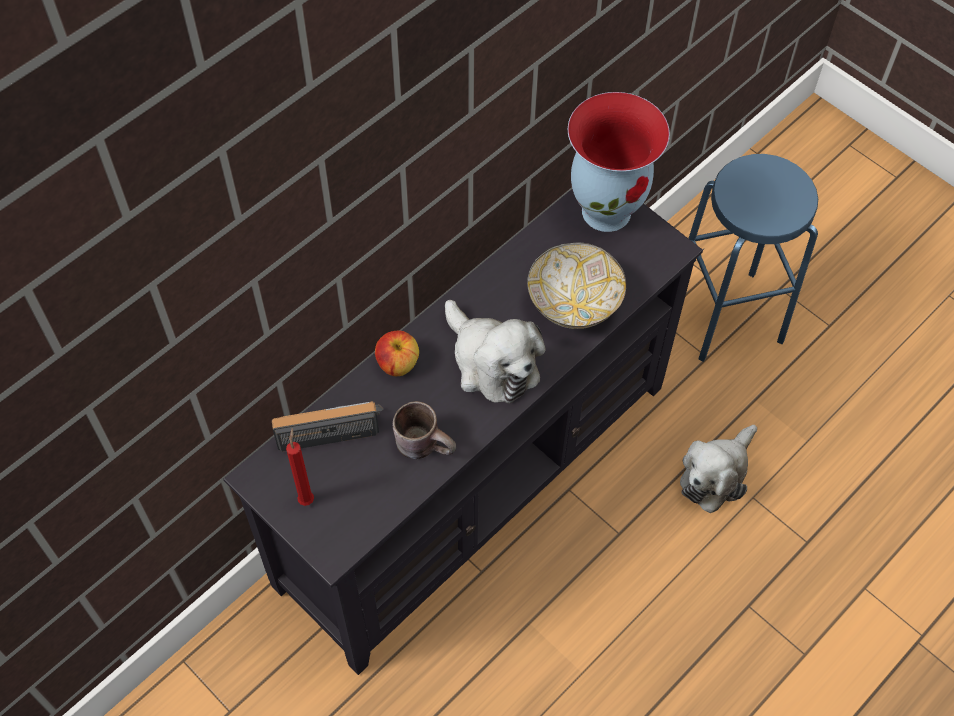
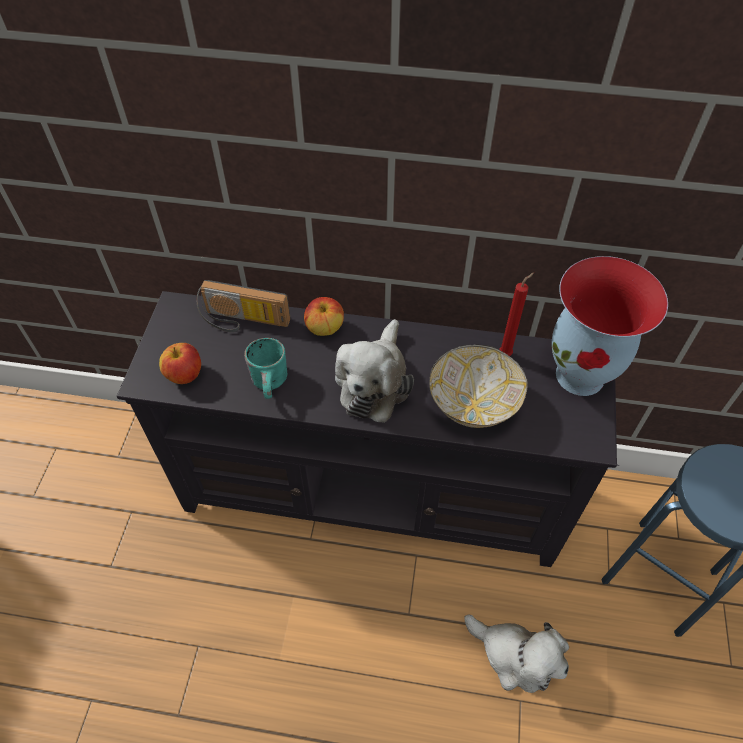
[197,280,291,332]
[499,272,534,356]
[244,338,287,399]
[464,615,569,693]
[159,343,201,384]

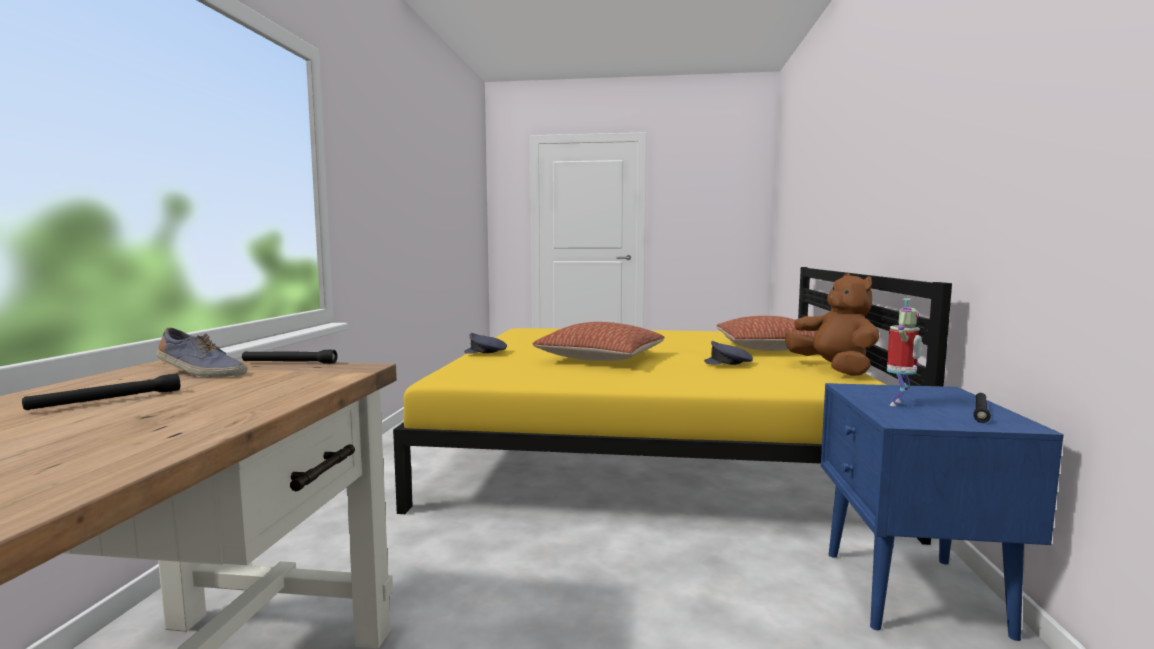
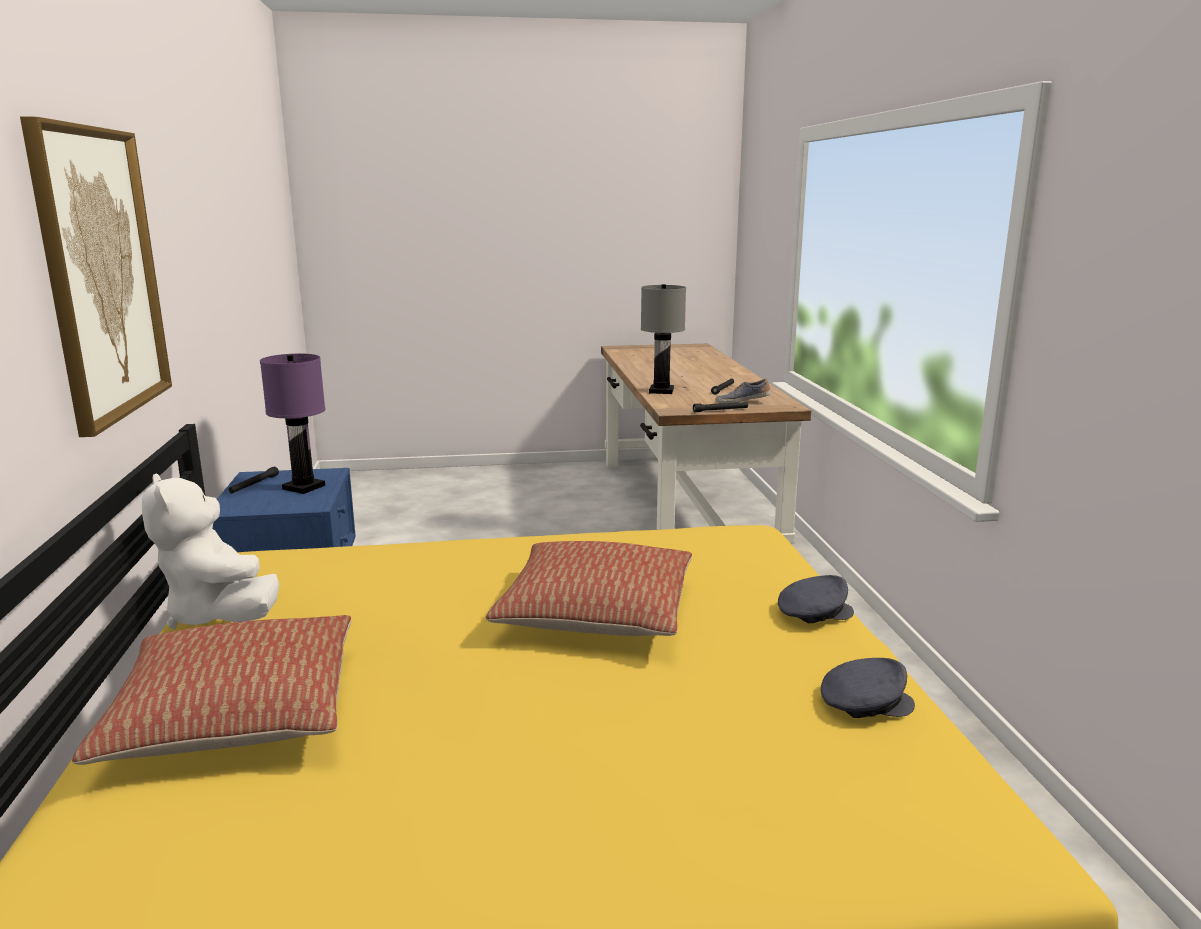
[821,658,915,718]
[142,473,279,629]
[260,354,325,494]
[20,116,172,437]
[641,284,686,394]

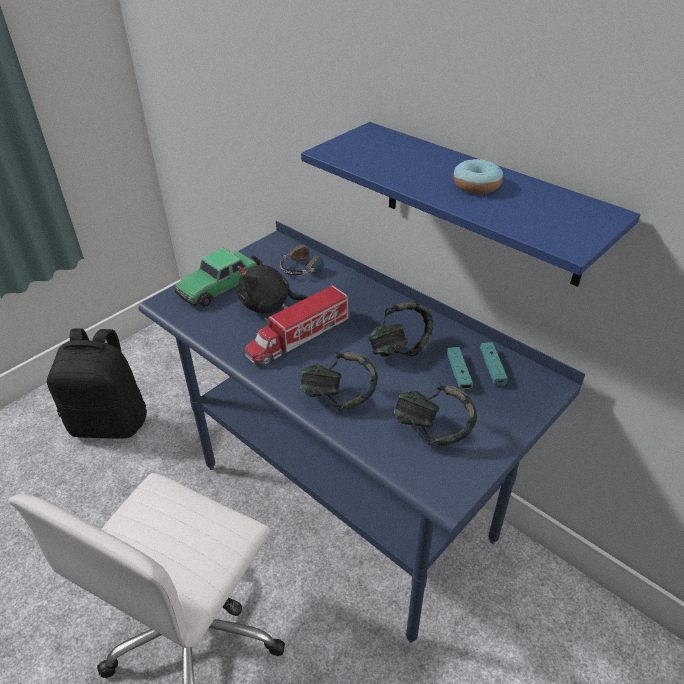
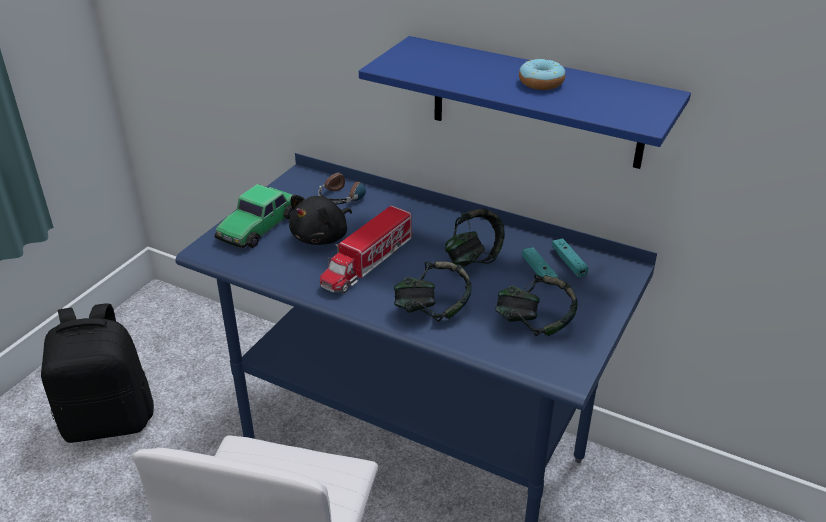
[289,195,352,245]

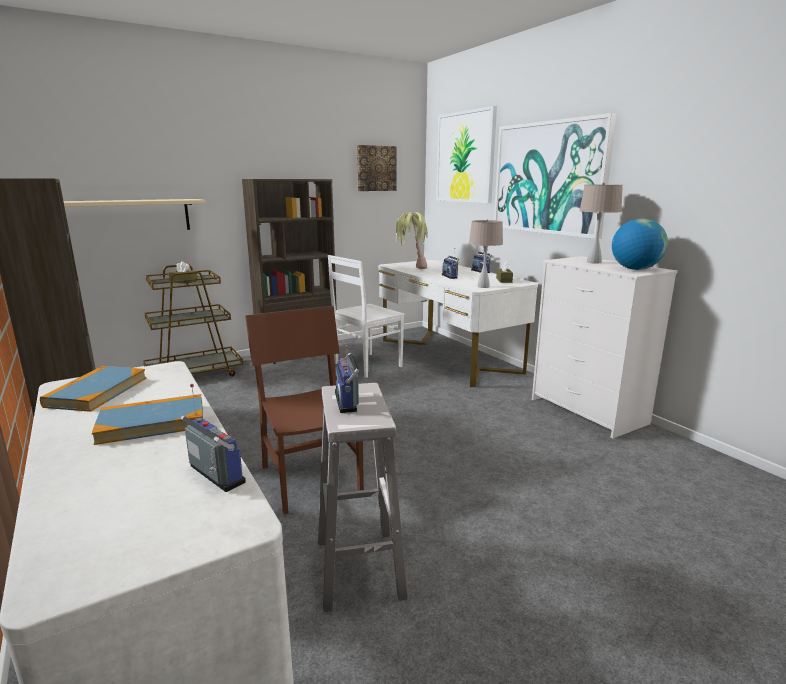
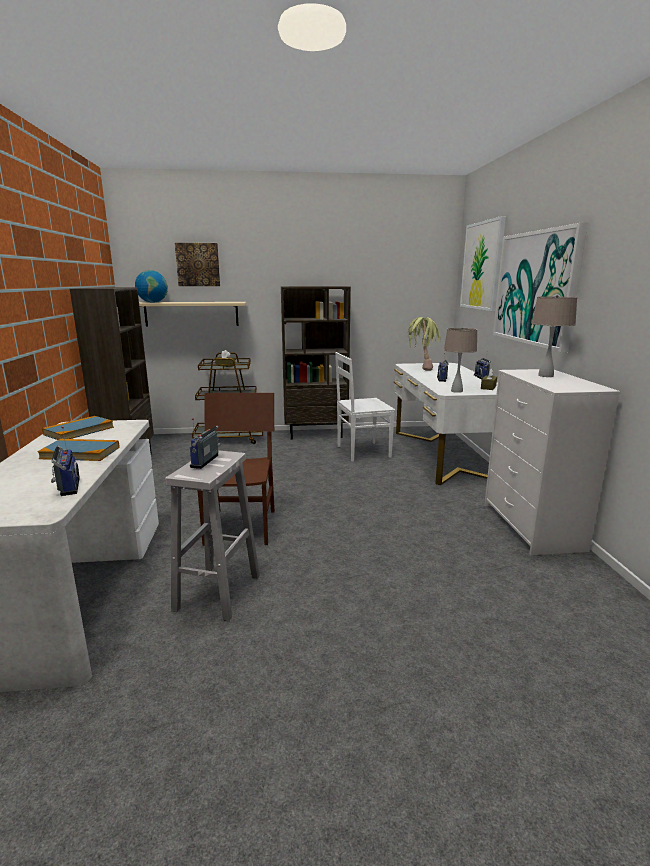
[175,243,220,286]
[135,270,168,303]

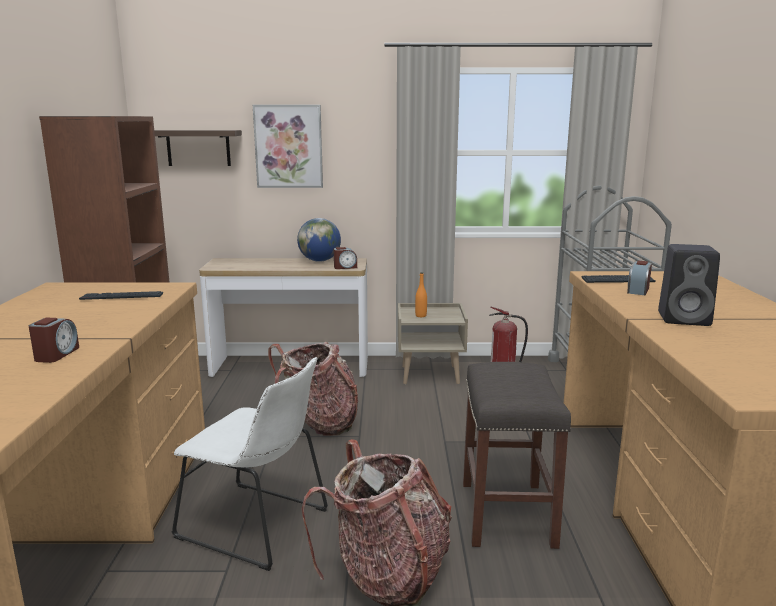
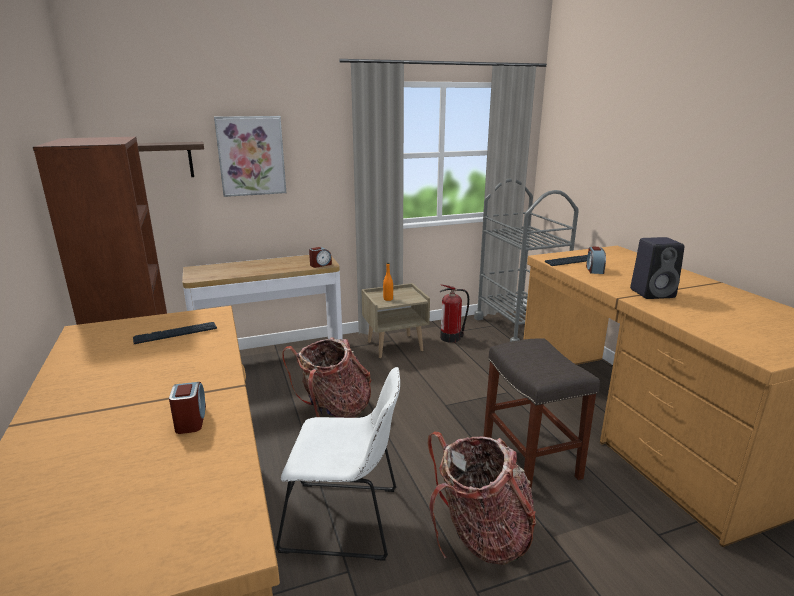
[297,218,341,262] (first image)

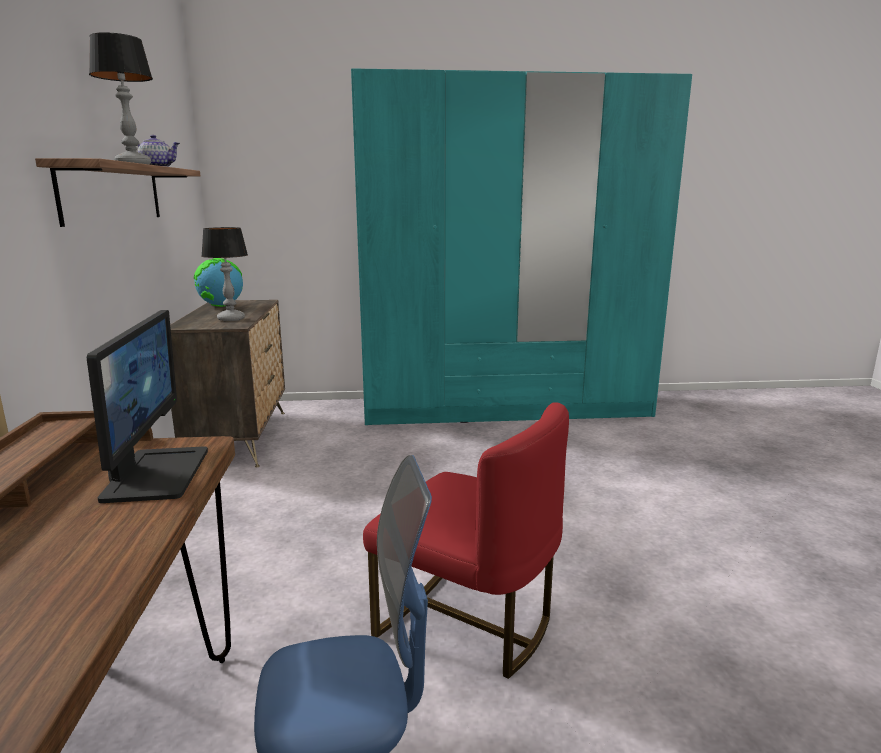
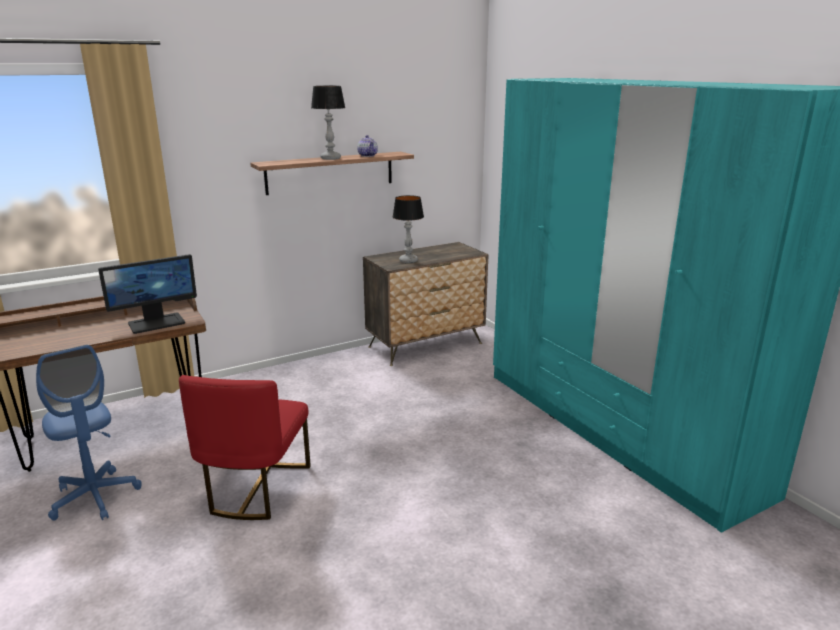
[194,258,243,307] (first image)

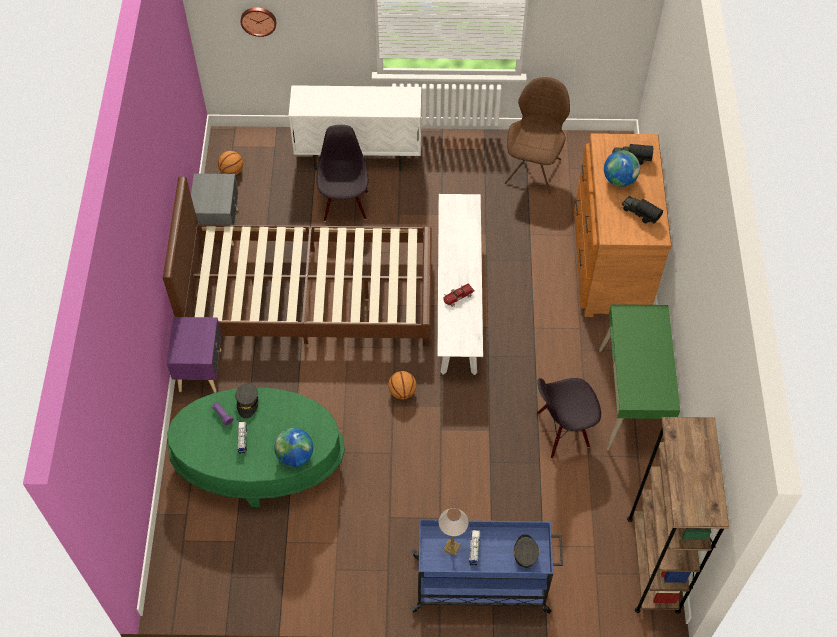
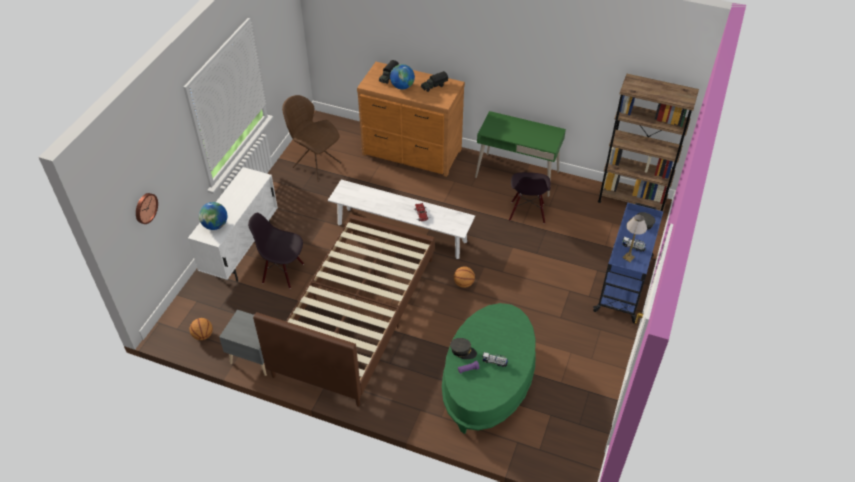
[166,317,222,393] (first image)
[199,202,227,230]

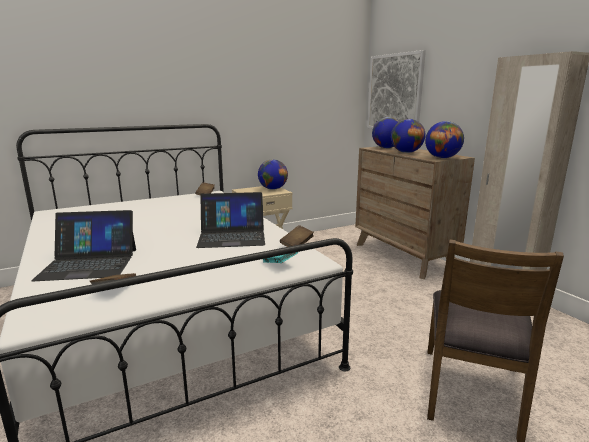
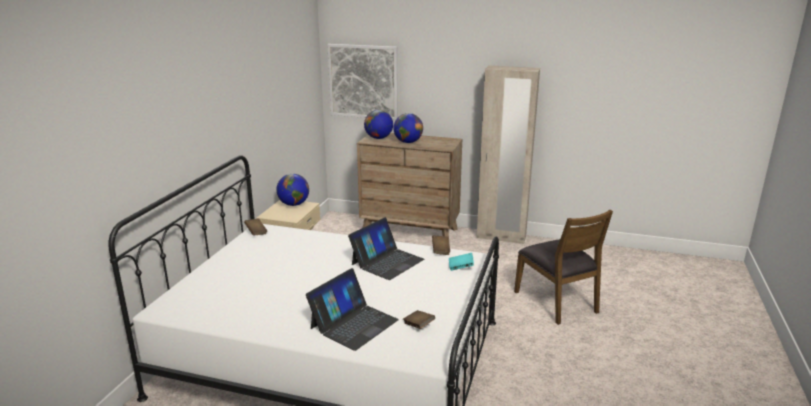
[425,121,464,158] (first image)

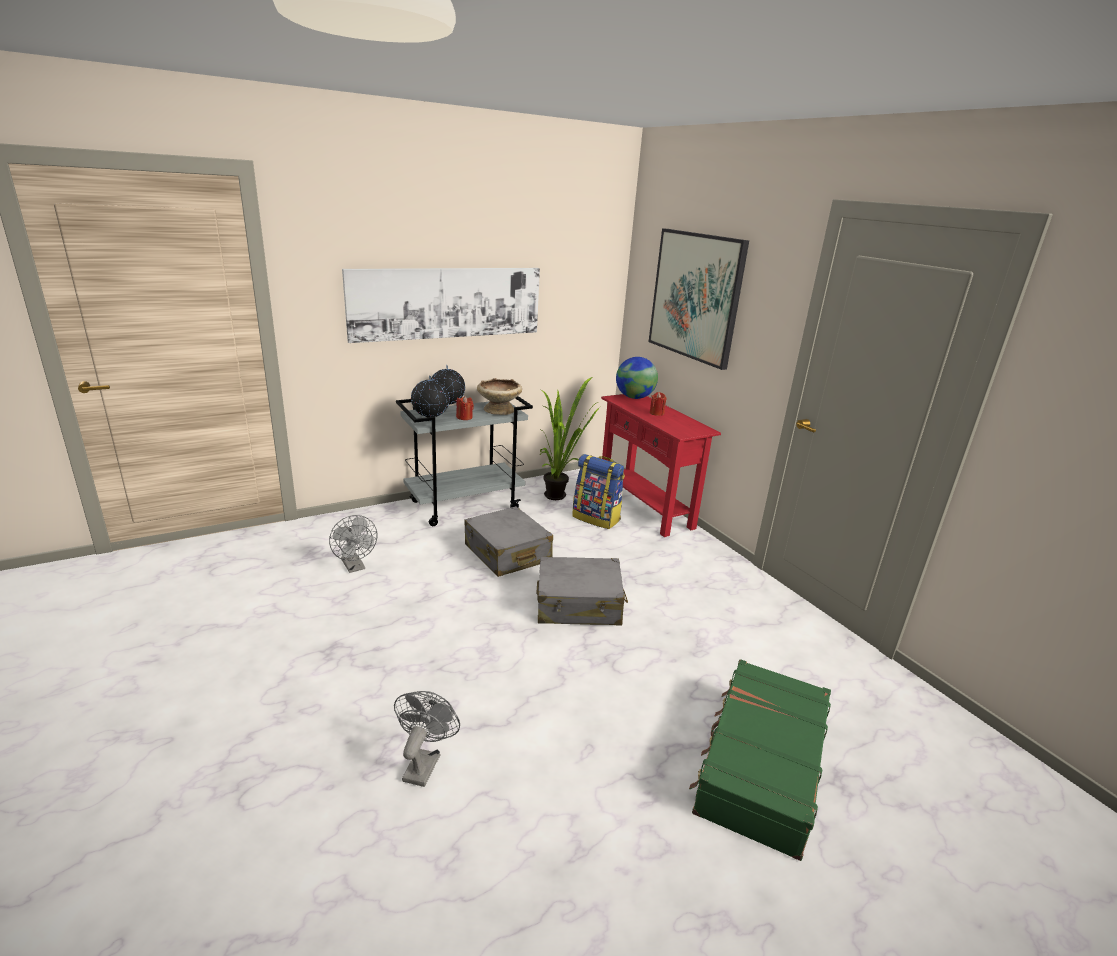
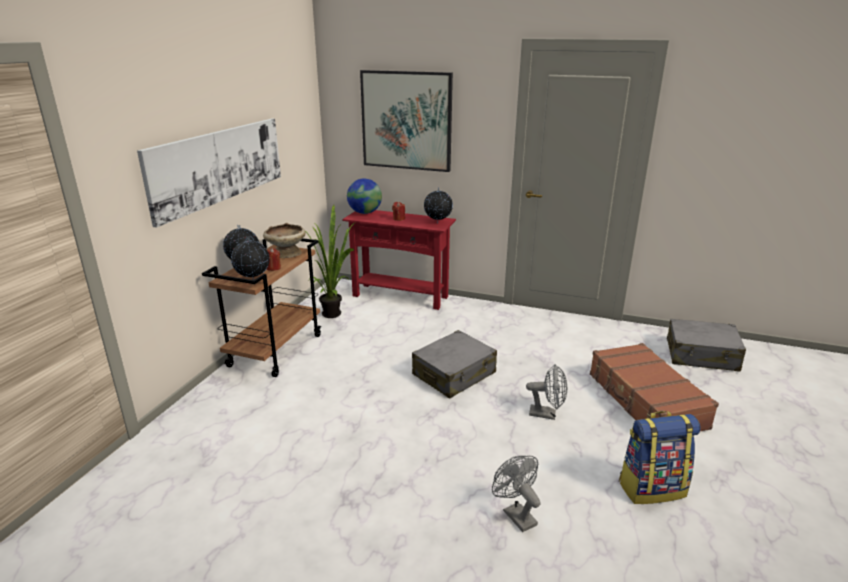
[526,364,567,420]
[202,238,321,377]
[667,319,746,372]
[619,411,700,504]
[590,343,719,431]
[424,187,453,223]

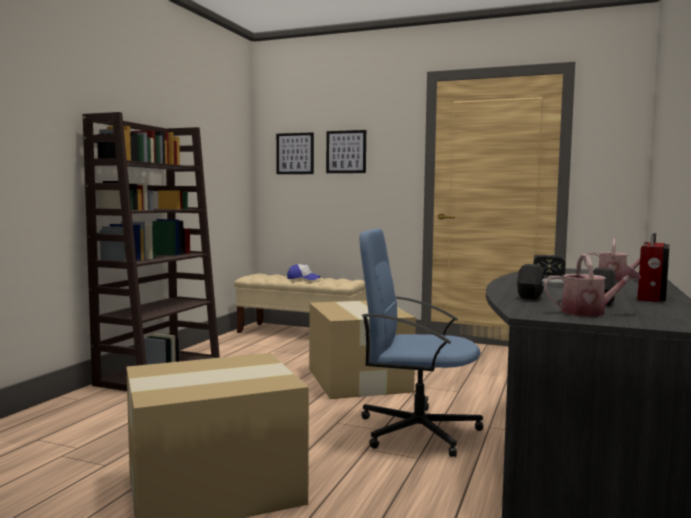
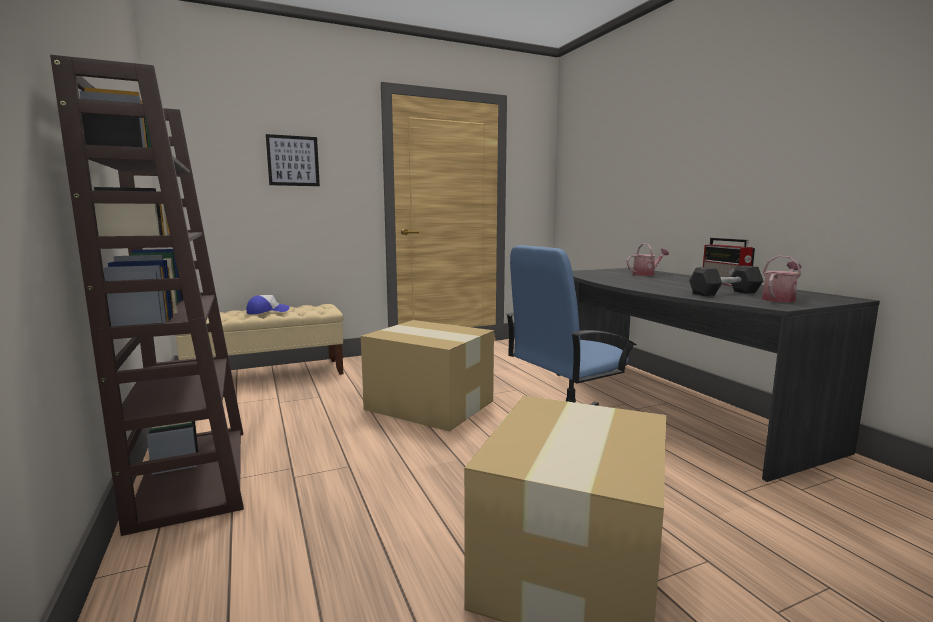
[276,132,314,174] (first image)
[534,255,566,275] (first image)

